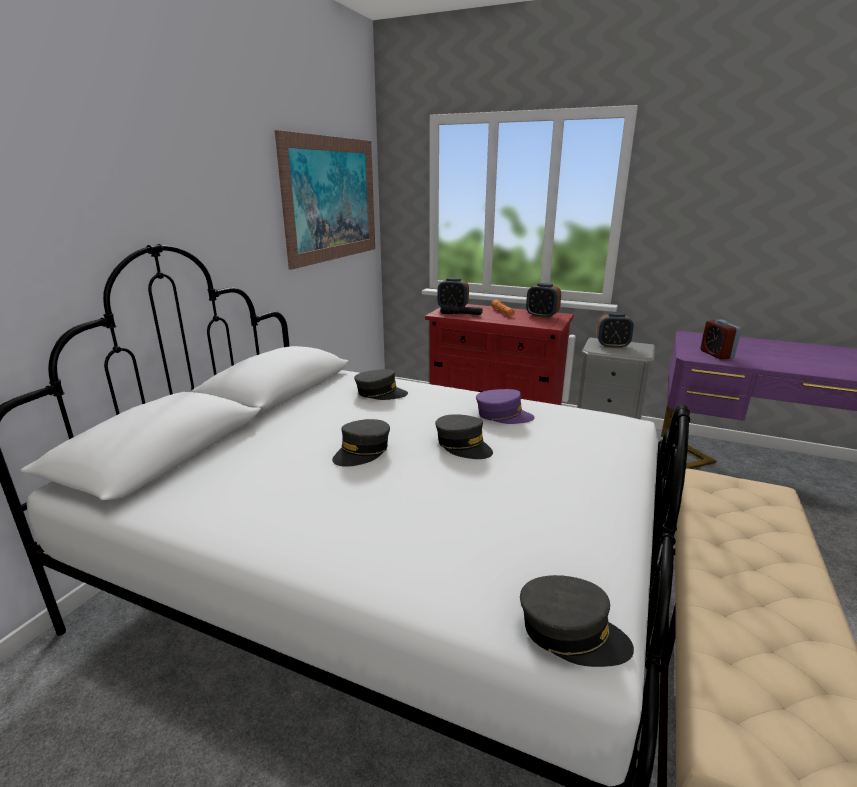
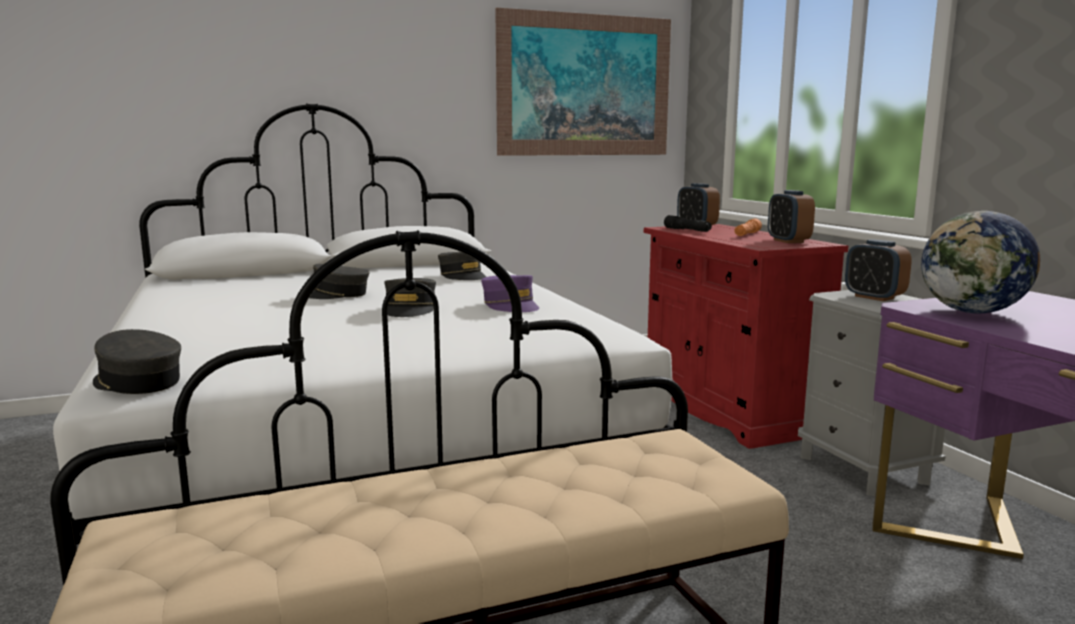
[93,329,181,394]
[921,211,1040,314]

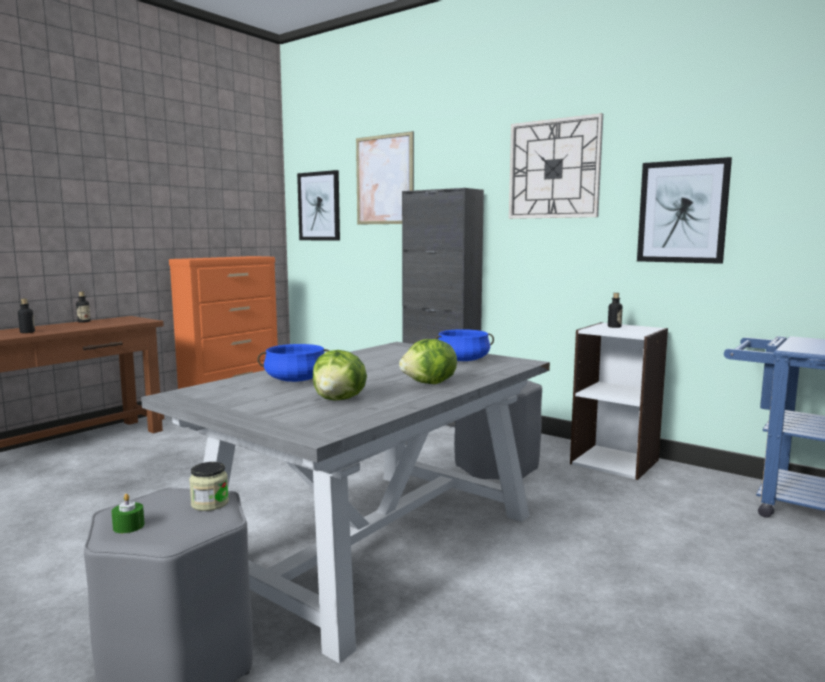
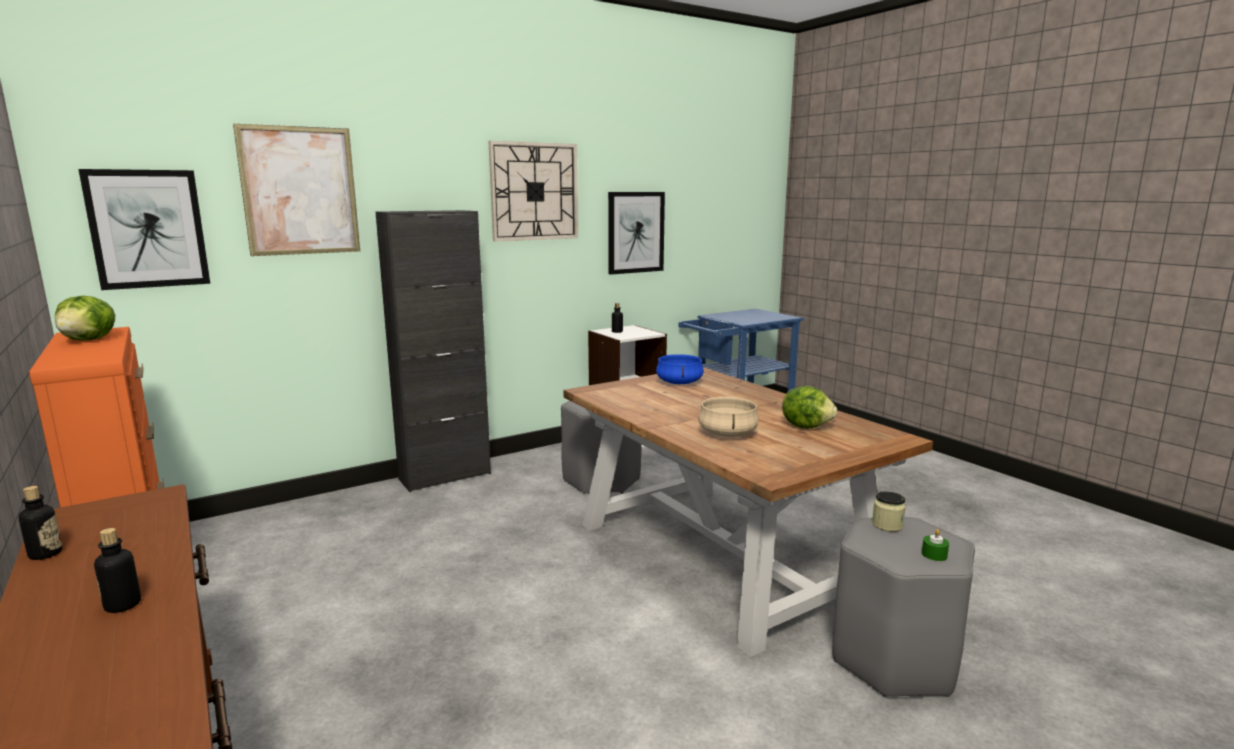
[564,367,933,657]
[698,397,759,437]
[55,296,115,341]

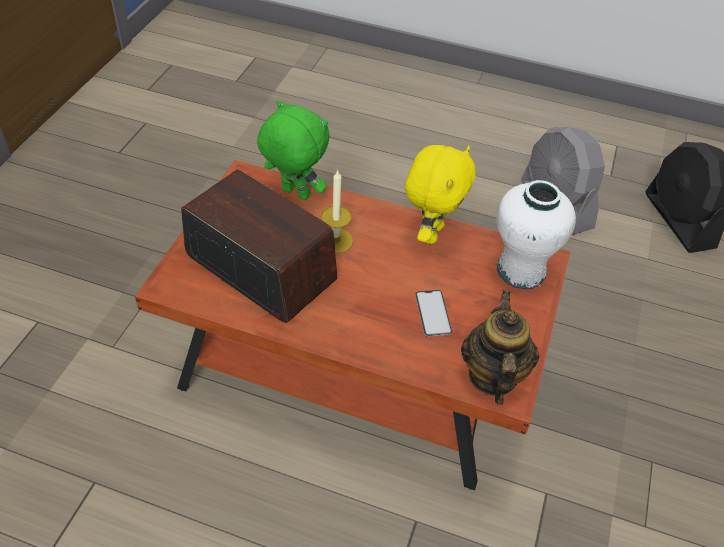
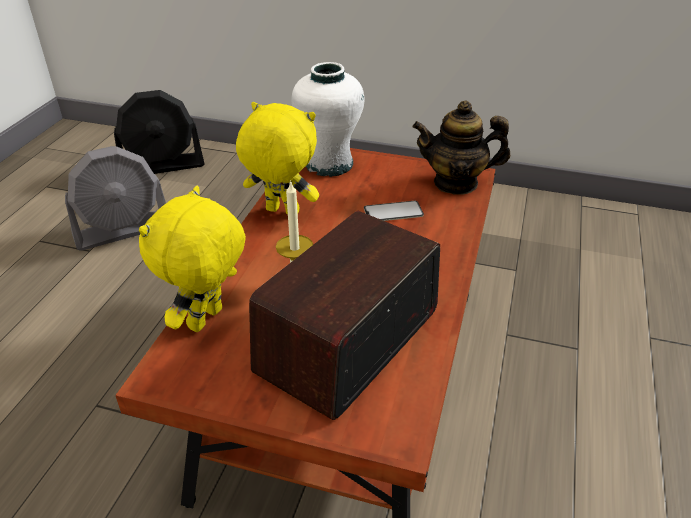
[139,186,246,332]

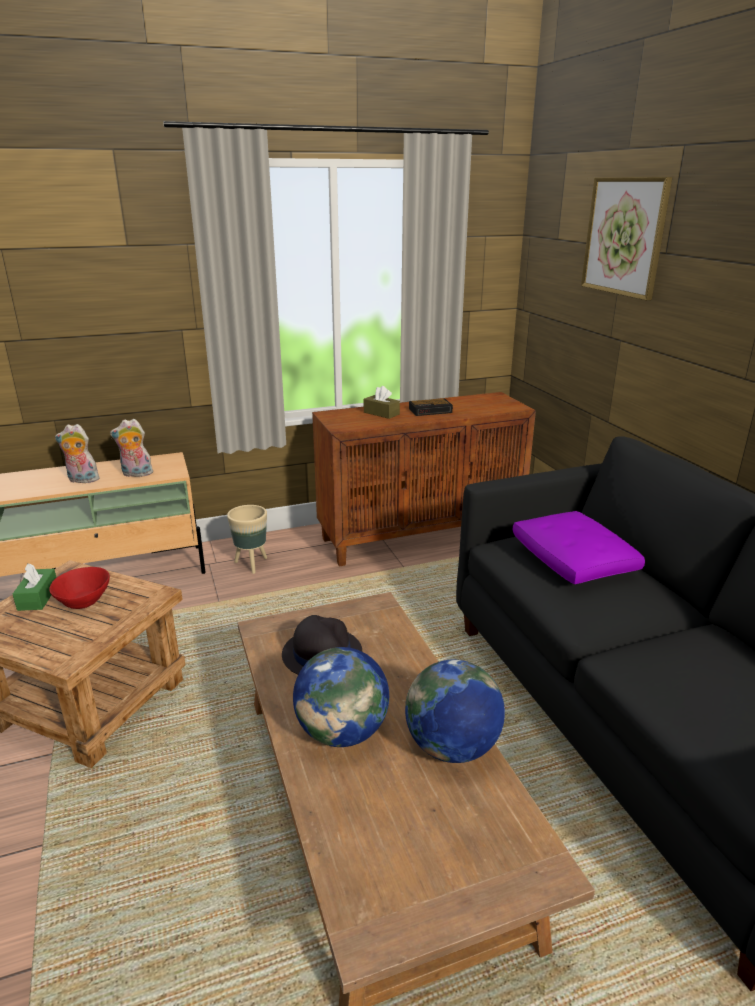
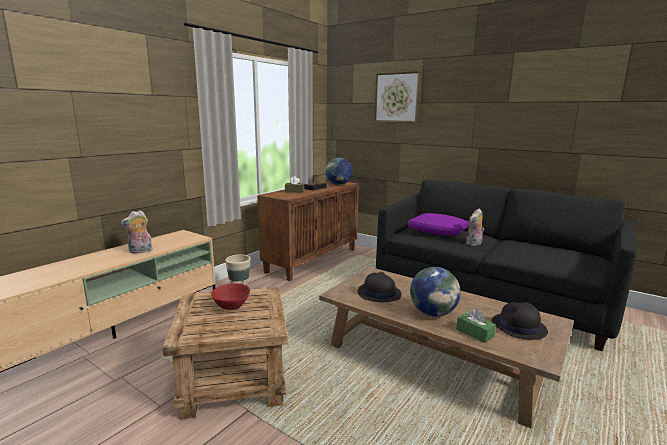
[456,308,496,343]
[466,208,485,246]
[325,158,353,185]
[492,302,548,340]

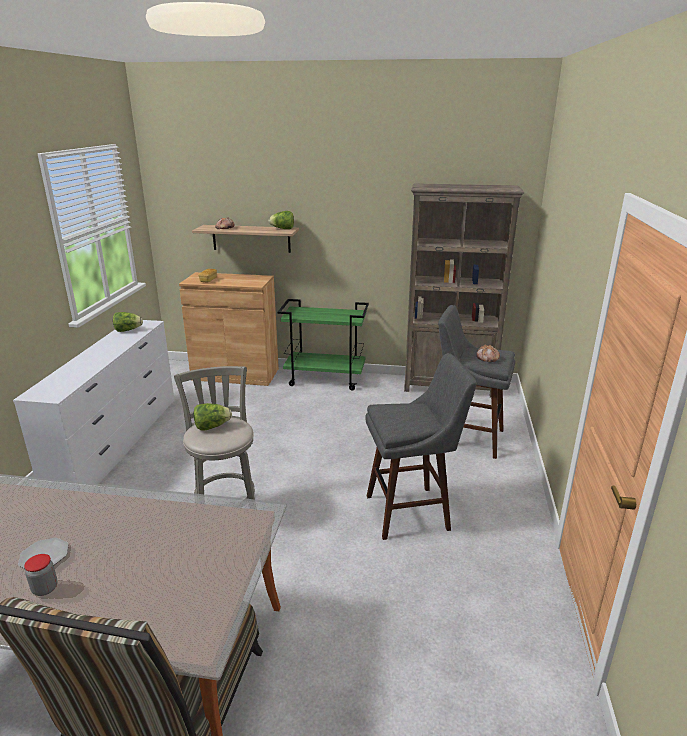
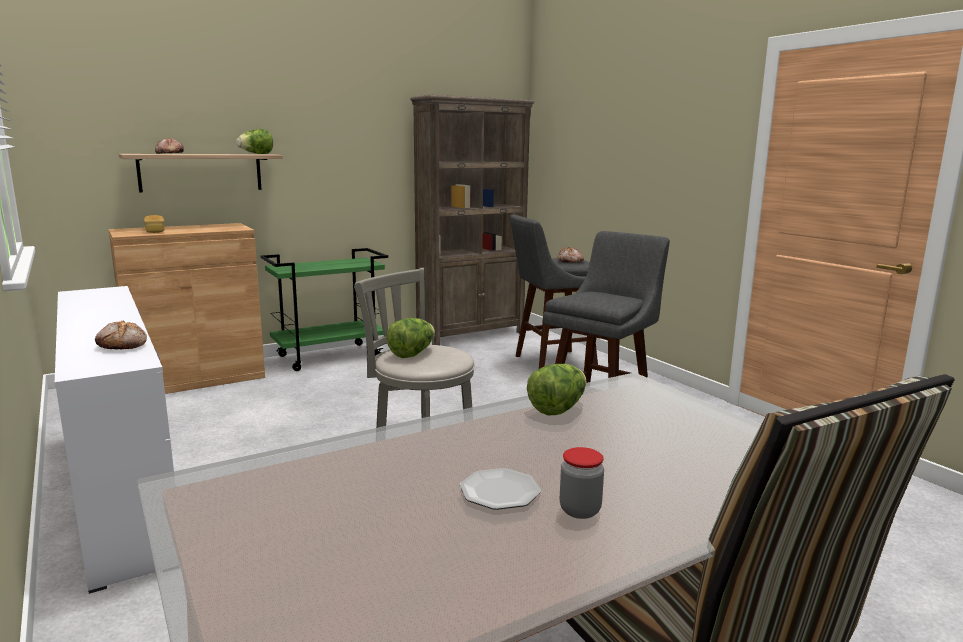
[527,364,586,415]
[95,321,147,350]

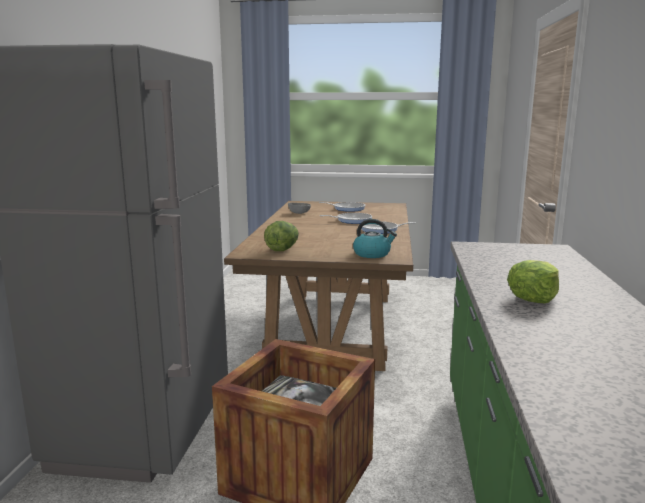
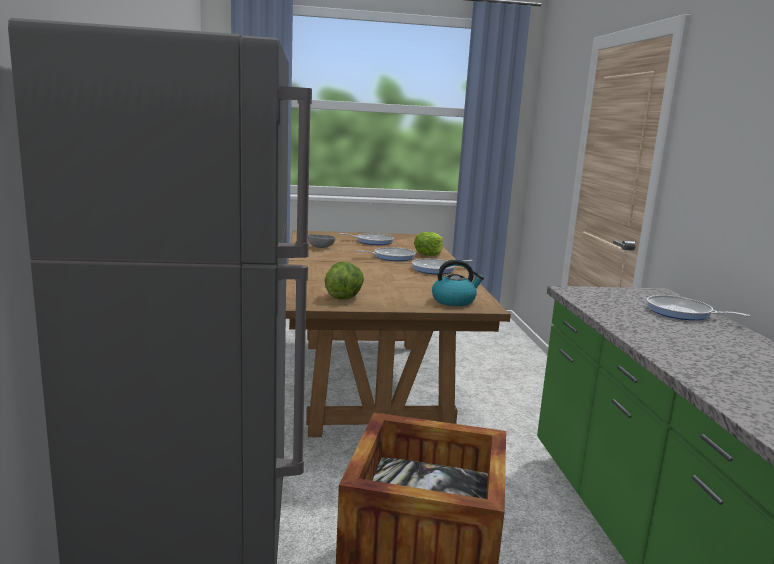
[414,232,443,256]
[647,295,750,320]

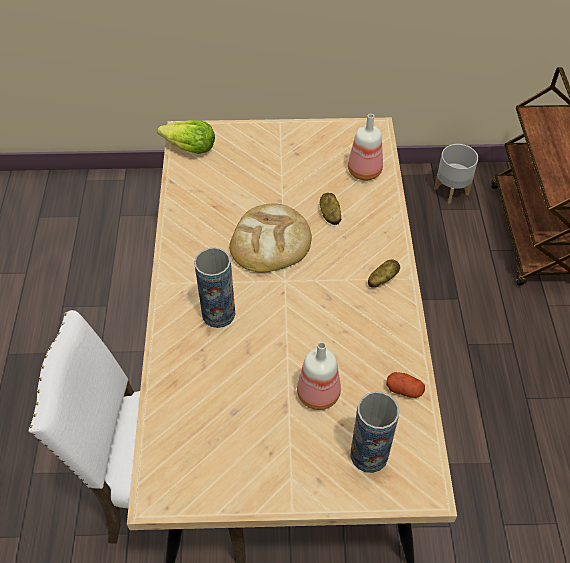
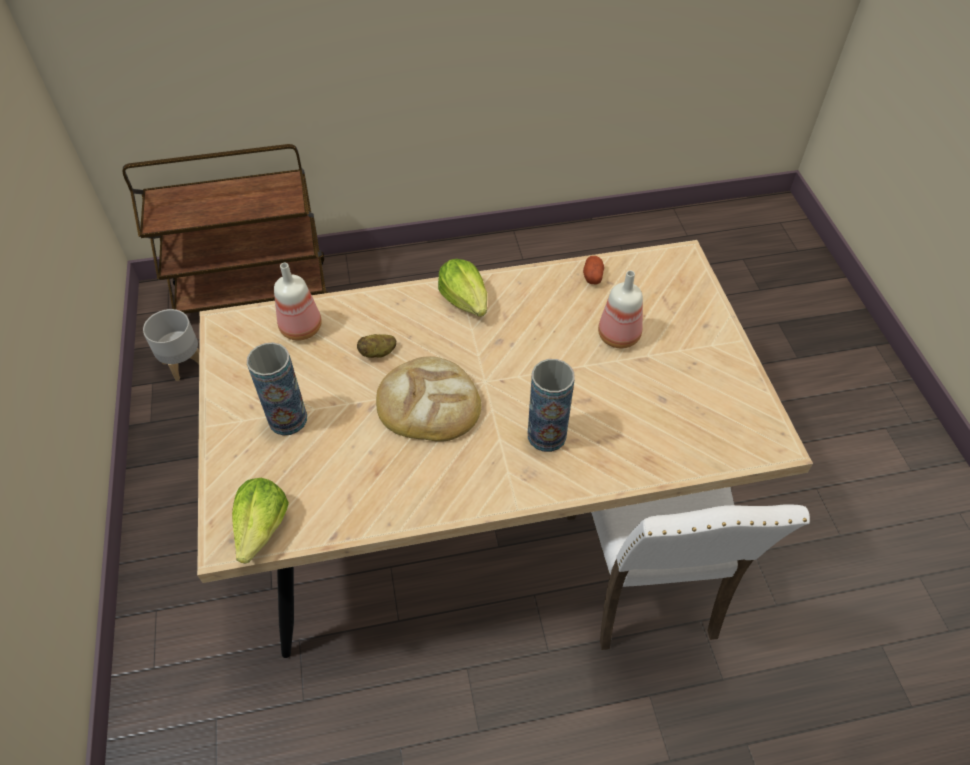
[247,343,307,436]
[438,259,487,317]

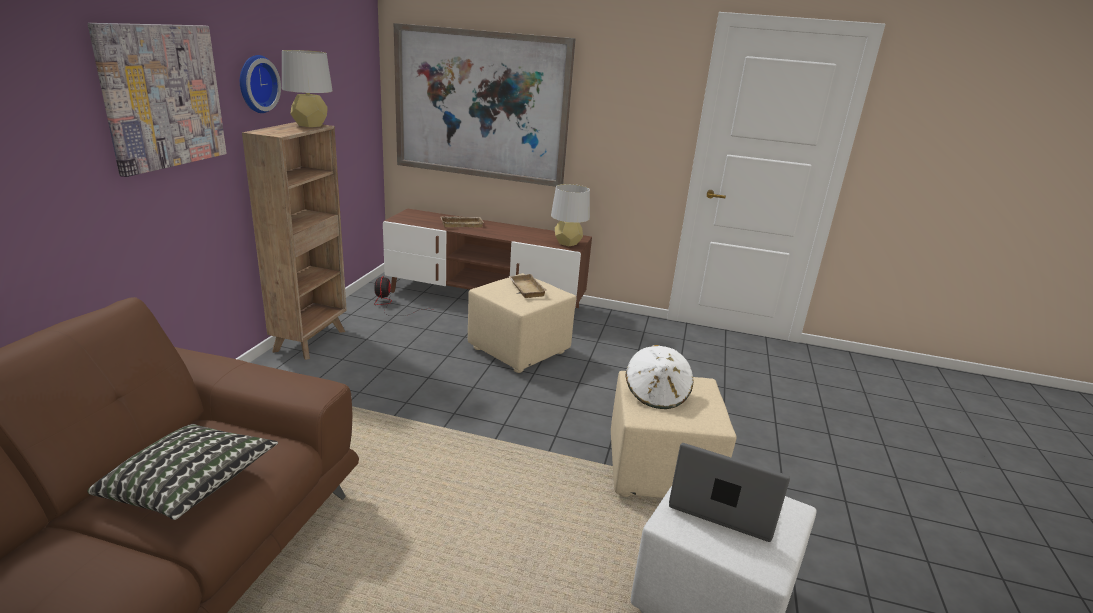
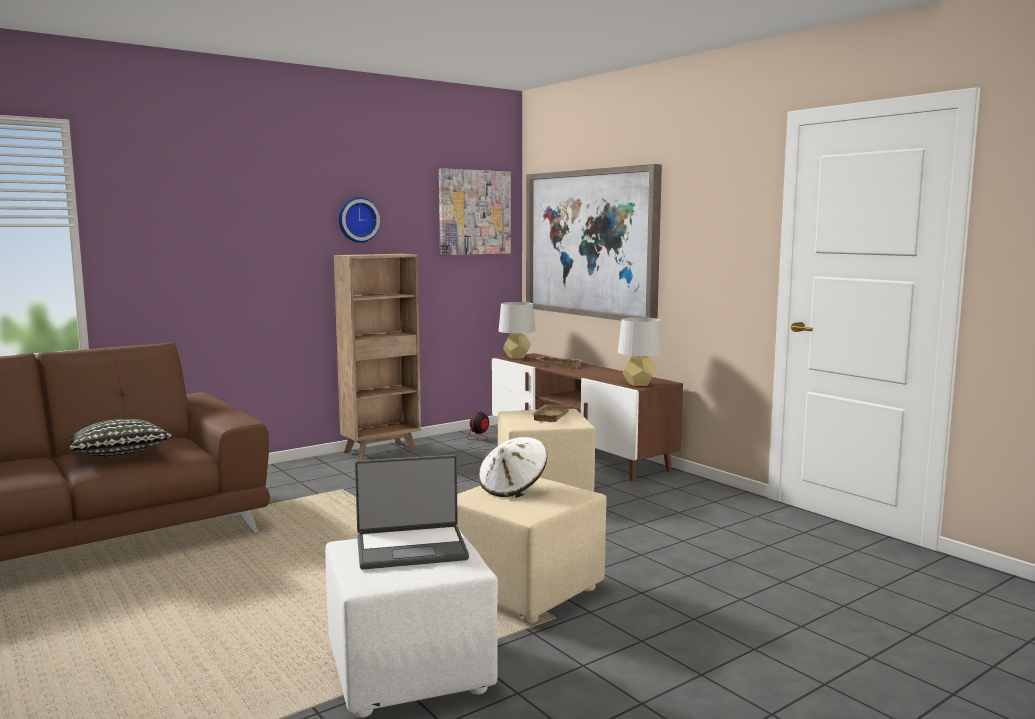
[439,168,511,255]
[499,302,535,359]
[355,455,469,569]

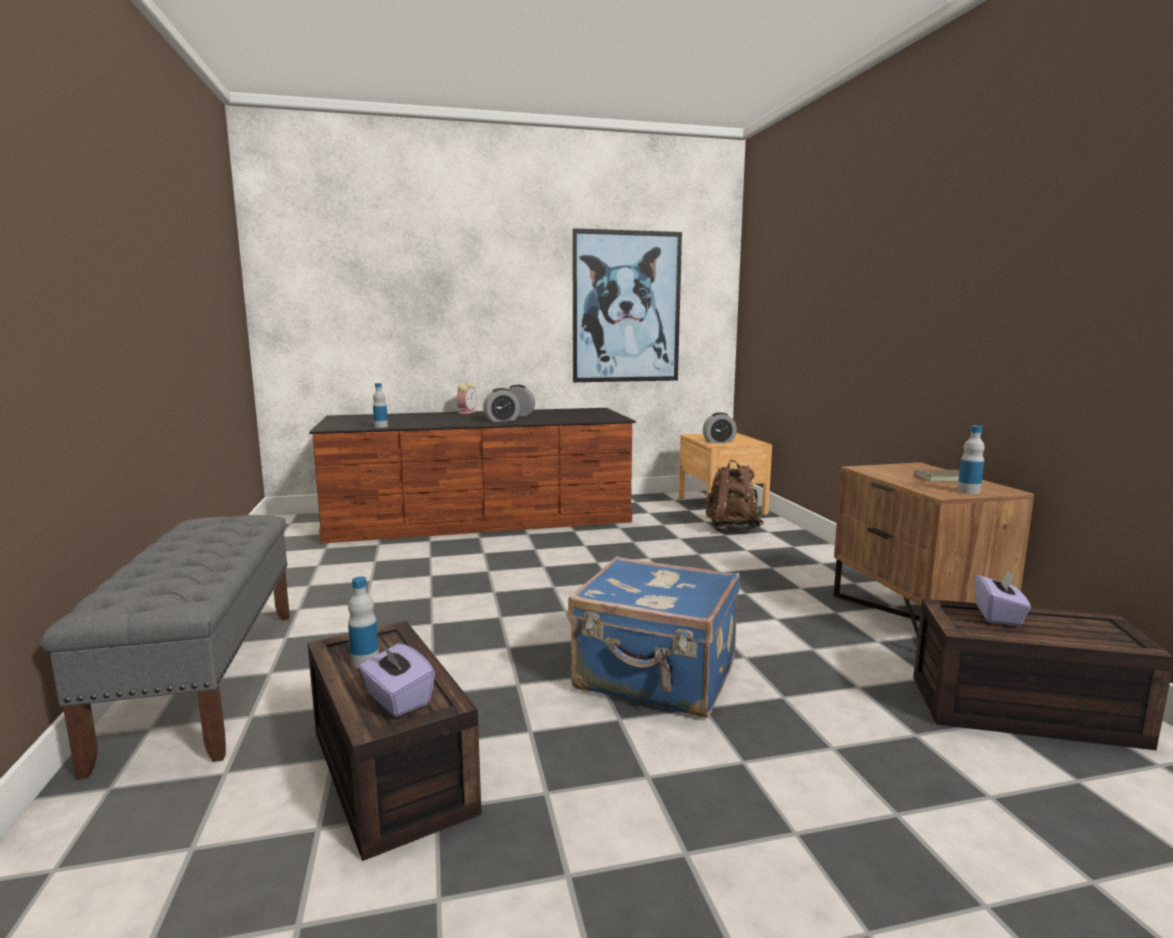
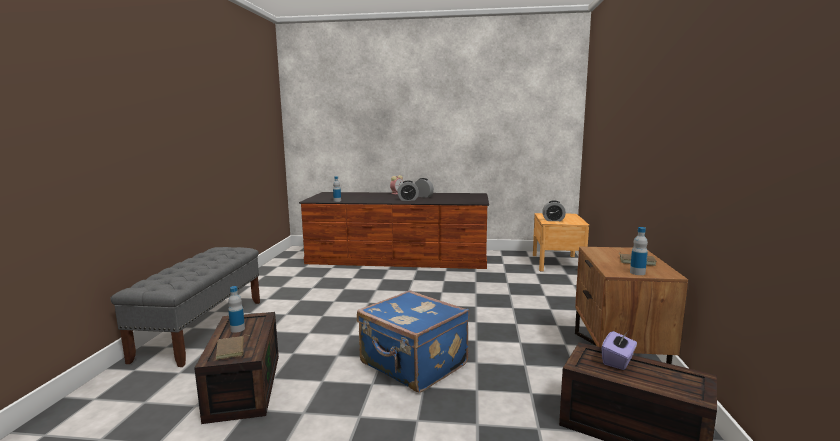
[216,335,251,360]
[572,228,682,382] (first image)
[705,460,764,531] (first image)

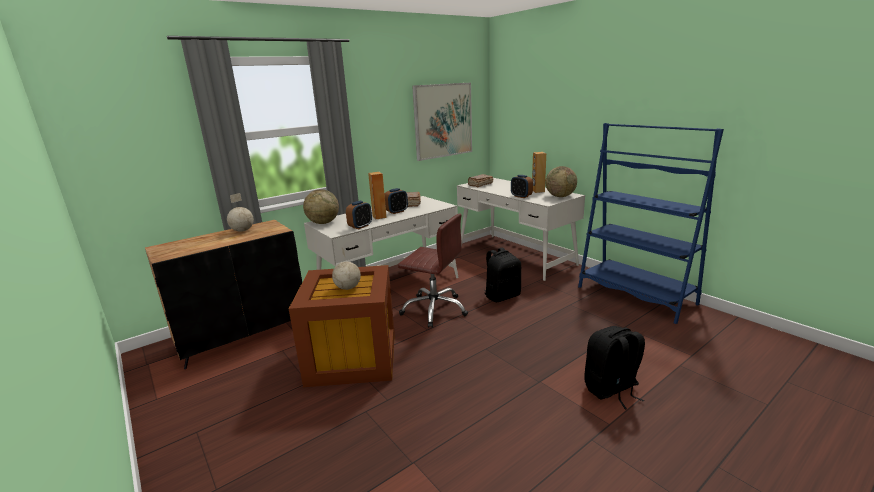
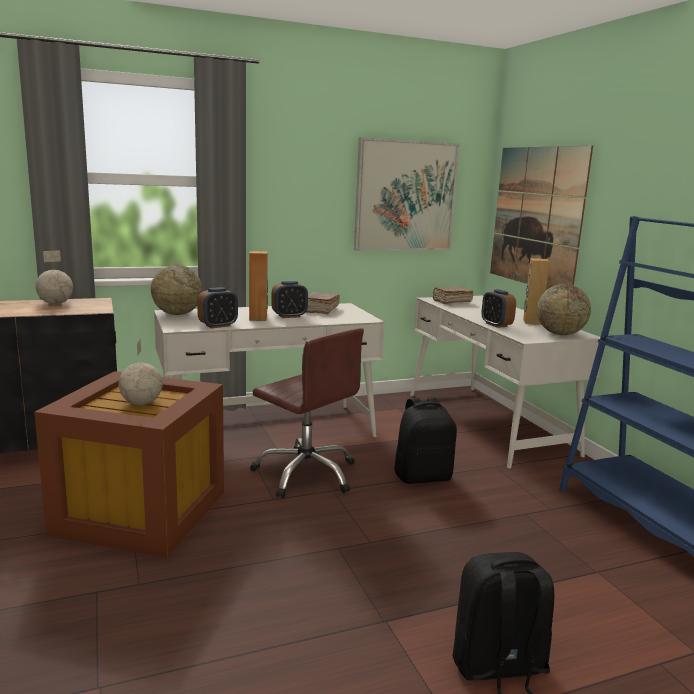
[490,145,593,290]

